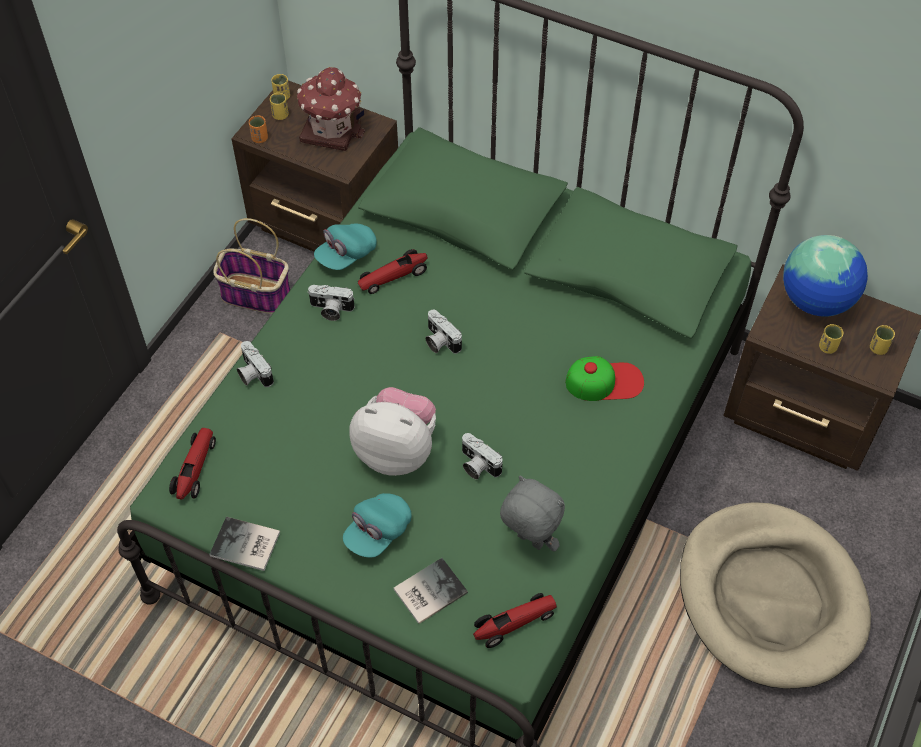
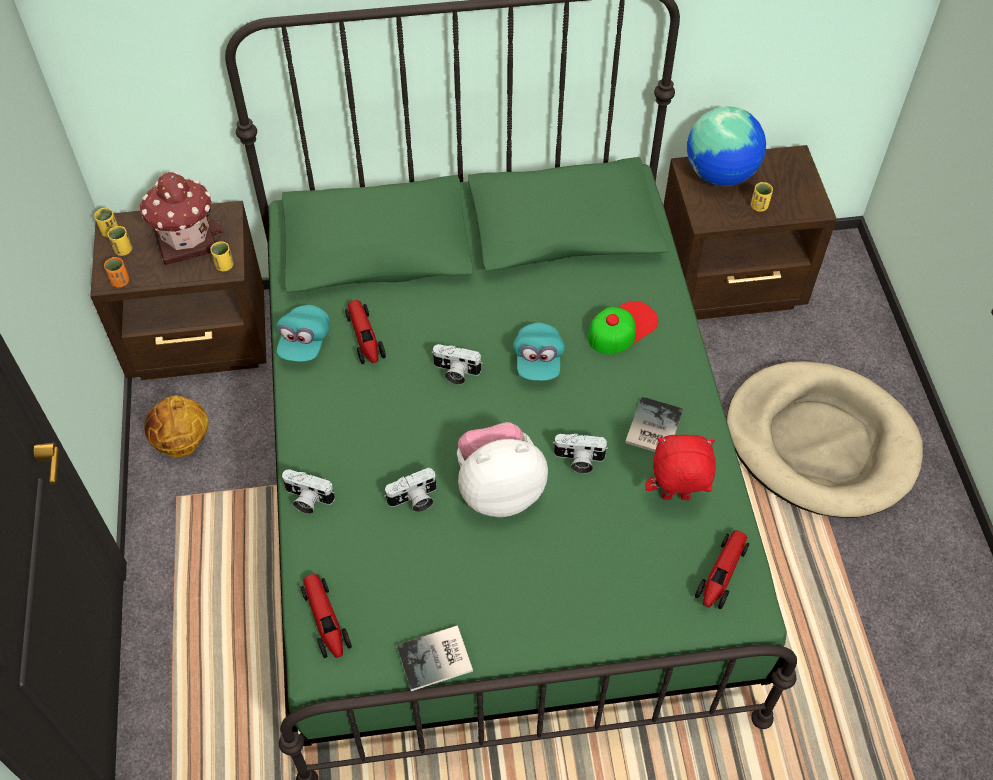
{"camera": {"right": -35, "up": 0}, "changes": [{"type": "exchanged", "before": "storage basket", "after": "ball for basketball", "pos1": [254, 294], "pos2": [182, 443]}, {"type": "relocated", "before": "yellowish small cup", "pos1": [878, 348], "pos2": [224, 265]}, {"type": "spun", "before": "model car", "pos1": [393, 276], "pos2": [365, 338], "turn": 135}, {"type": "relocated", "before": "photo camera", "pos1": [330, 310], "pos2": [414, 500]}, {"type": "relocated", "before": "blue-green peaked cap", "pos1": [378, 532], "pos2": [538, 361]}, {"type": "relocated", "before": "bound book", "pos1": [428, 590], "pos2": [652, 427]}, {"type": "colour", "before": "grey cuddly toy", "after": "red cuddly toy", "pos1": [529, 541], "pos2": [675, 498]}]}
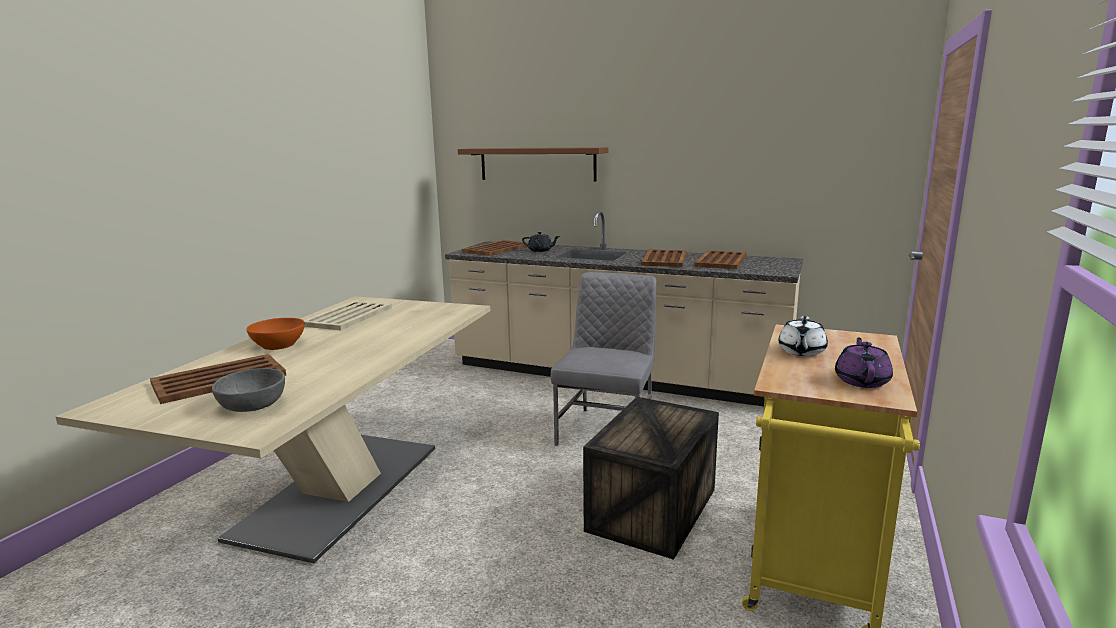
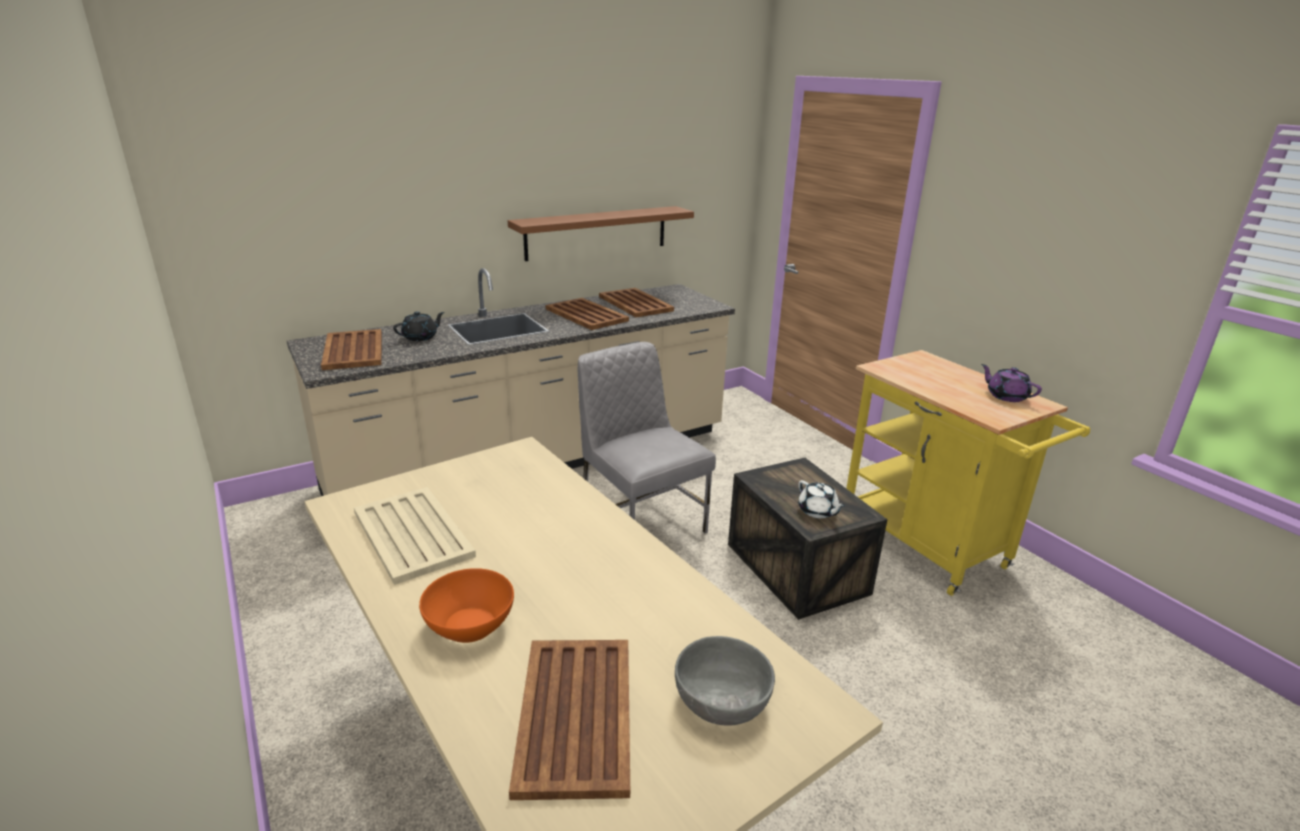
{"camera": {"right": -55, "up": 10}, "changes": [{"type": "relocated", "before": "brown-coloured shelf", "pos1": [537, 164], "pos2": [597, 233]}, {"type": "relocated", "before": "whitish teapot", "pos1": [801, 352], "pos2": [818, 511]}]}
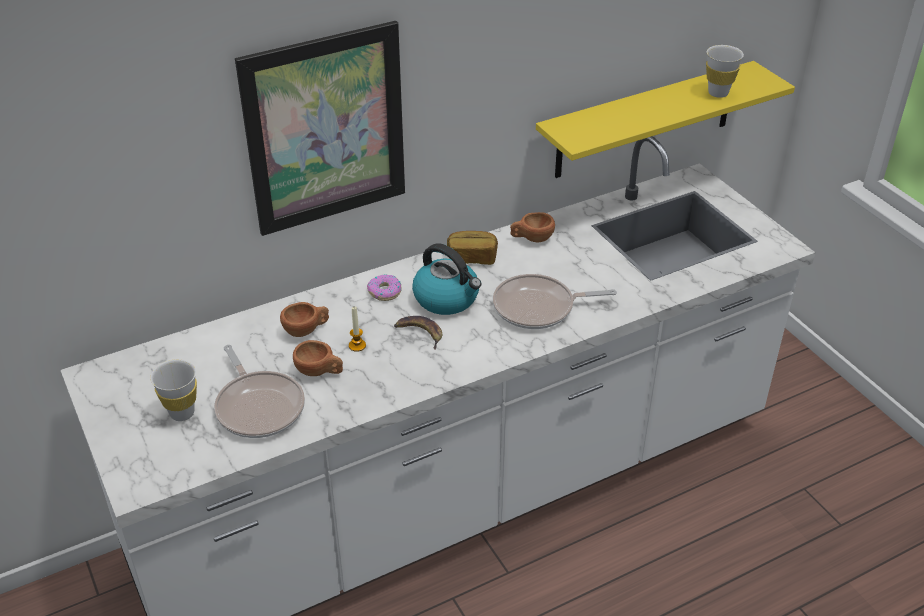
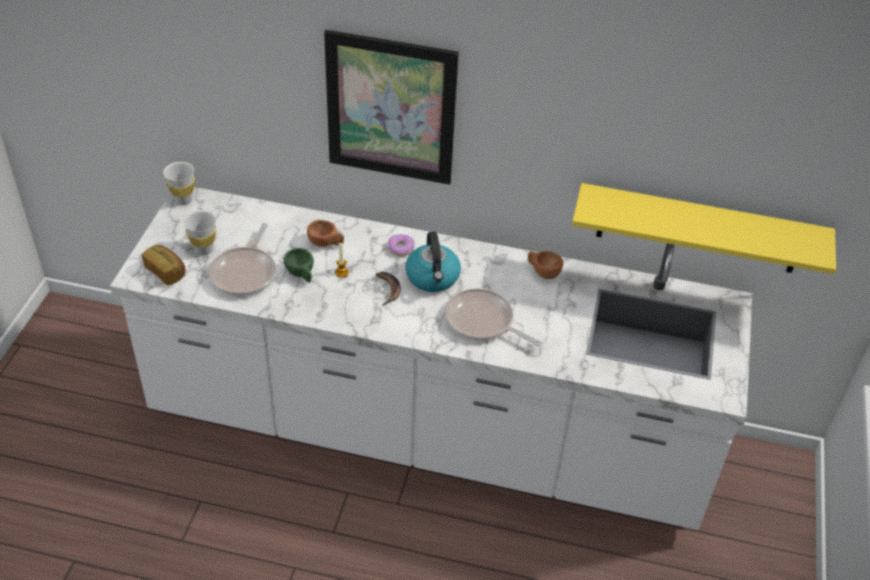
{"camera": {"right": 40, "up": 5}, "changes": [{"type": "relocated", "before": "bakery bread", "pos1": [472, 257], "pos2": [166, 272]}, {"type": "relocated", "before": "whitish small cup", "pos1": [718, 93], "pos2": [183, 200]}, {"type": "colour", "before": "brown-coloured small cup", "after": "green small cup", "pos1": [319, 371], "pos2": [301, 274]}]}
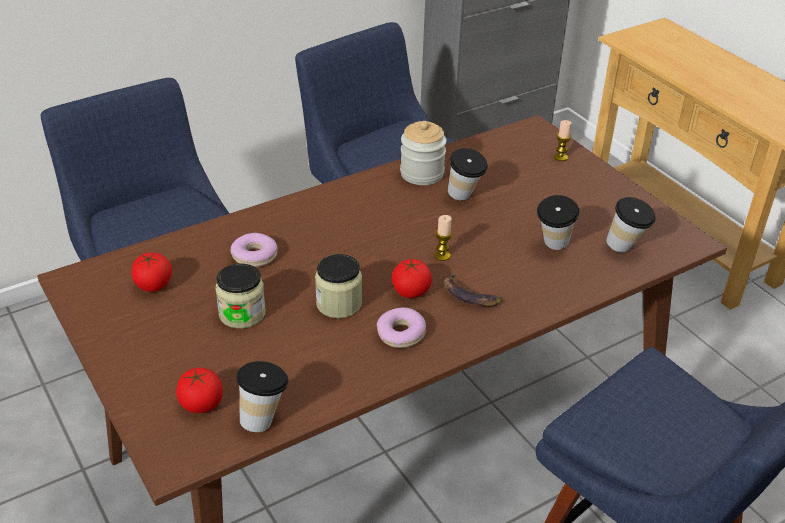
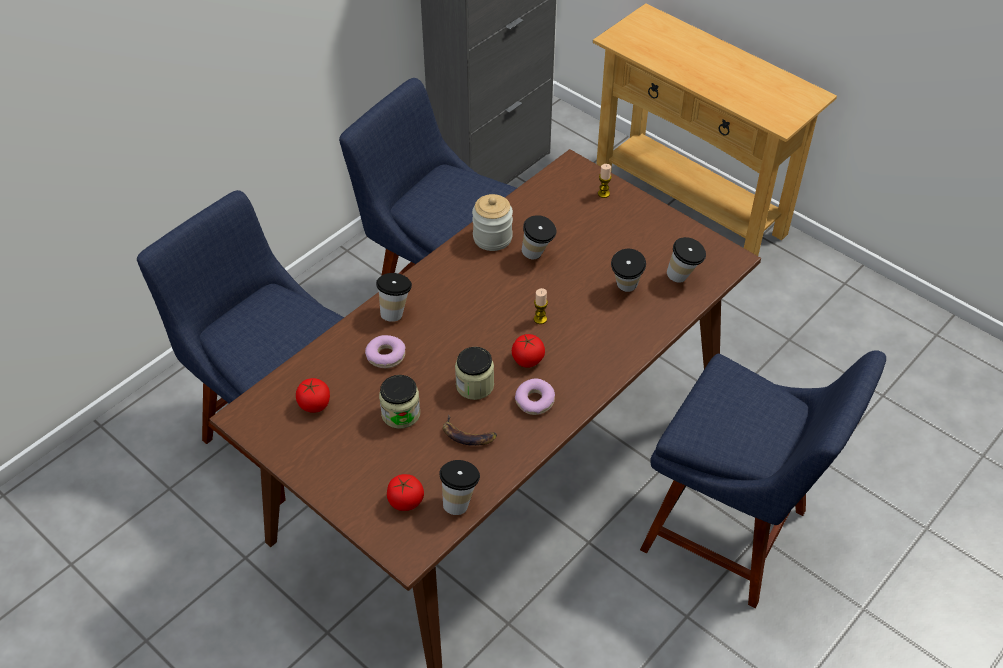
{"camera": {"right": -15, "up": 10}, "changes": [{"type": "appeared", "after": "small cup", "pos2": [395, 311]}, {"type": "relocated", "before": "banana fruit", "pos1": [470, 295], "pos2": [468, 435]}]}
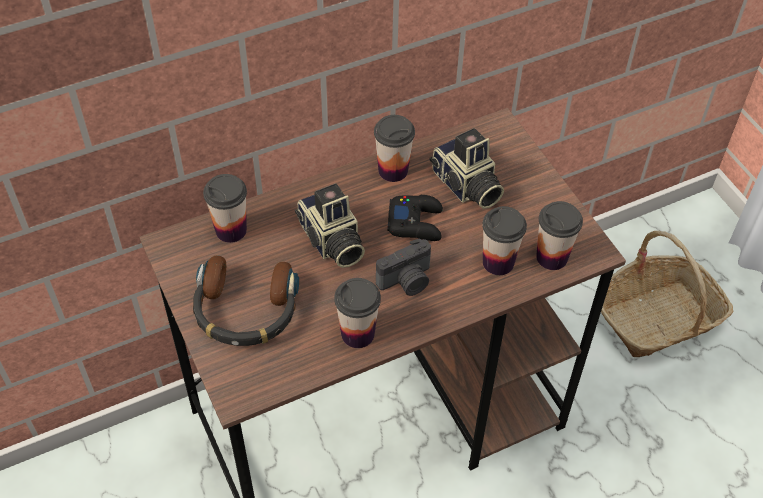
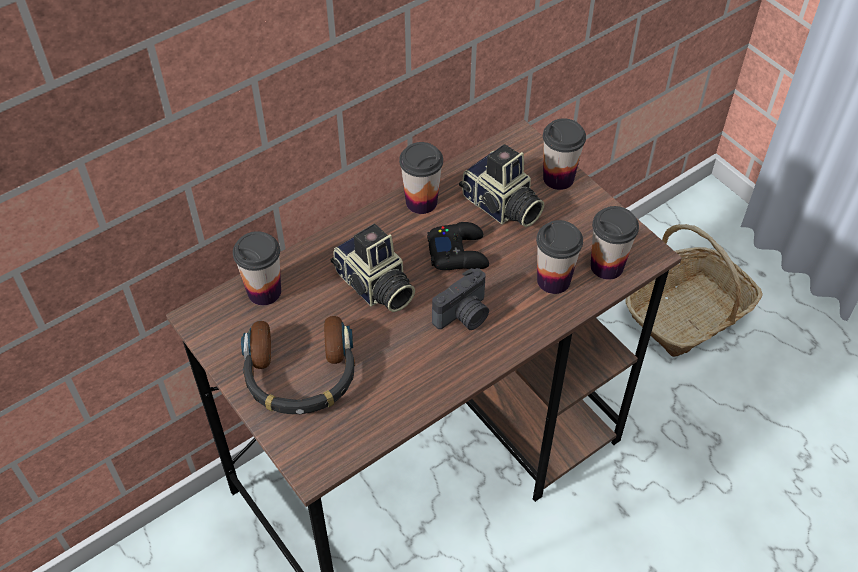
{"camera": {"right": -10, "up": 0}, "changes": [{"type": "relocated", "before": "small cup", "pos1": [357, 334], "pos2": [558, 178]}]}
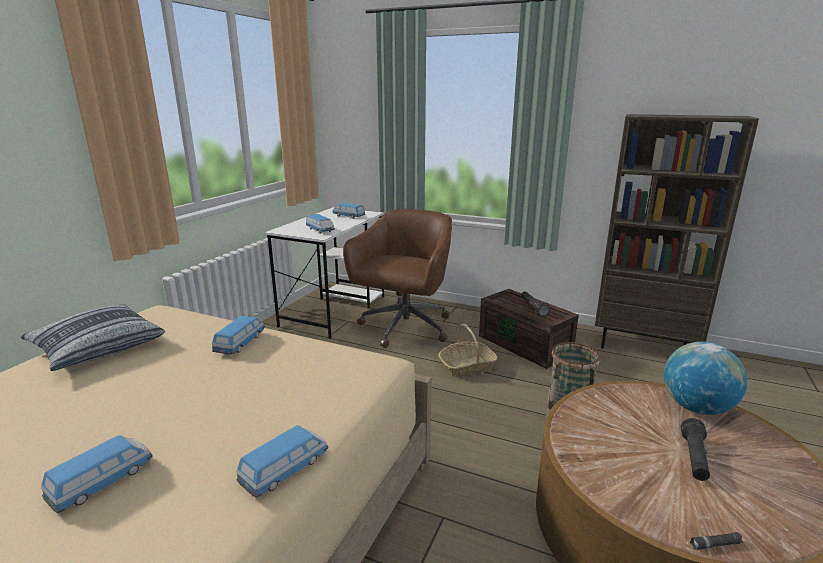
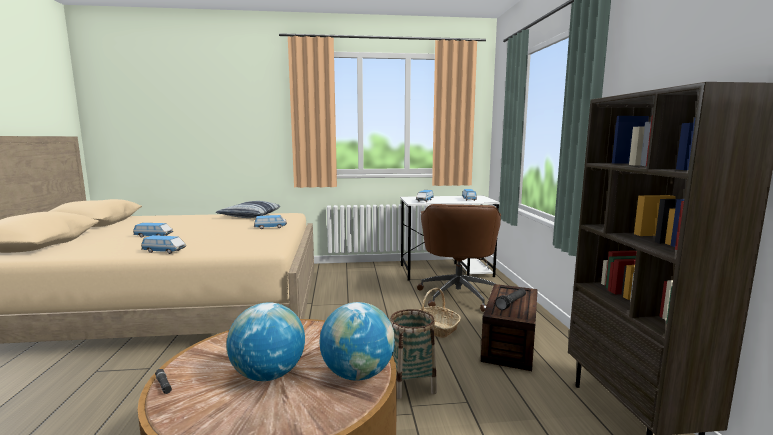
{"camera": {"right": 60, "up": -10}, "changes": [{"type": "exchanged", "before": "black torch", "after": "globe", "pos1": [694, 458], "pos2": [268, 374]}, {"type": "spun", "before": "brown-coloured desk chair", "pos1": [404, 328], "pos2": [458, 295], "turn": 105}]}
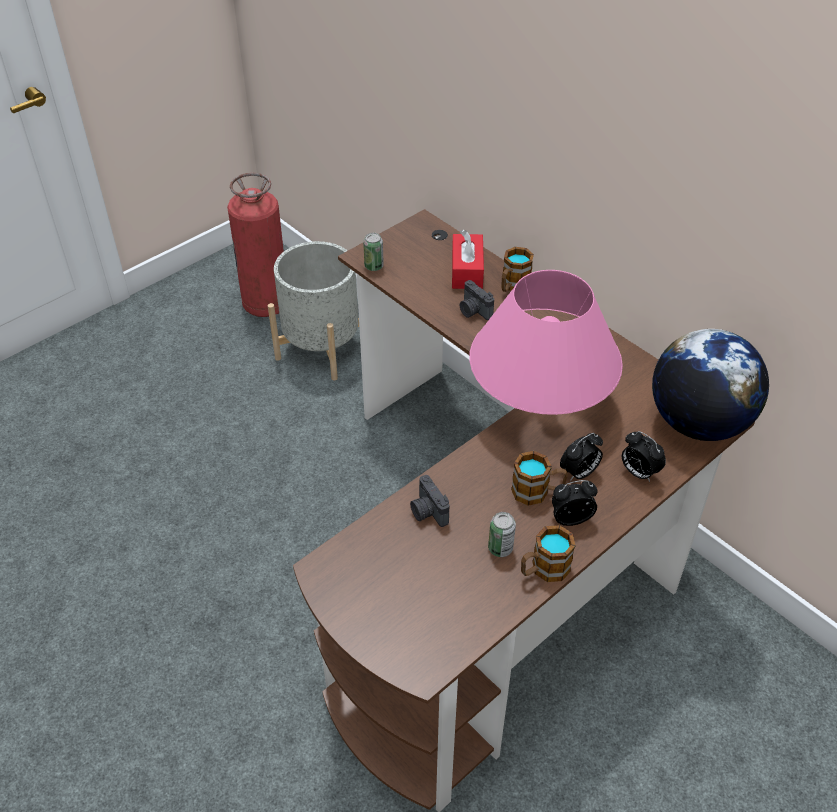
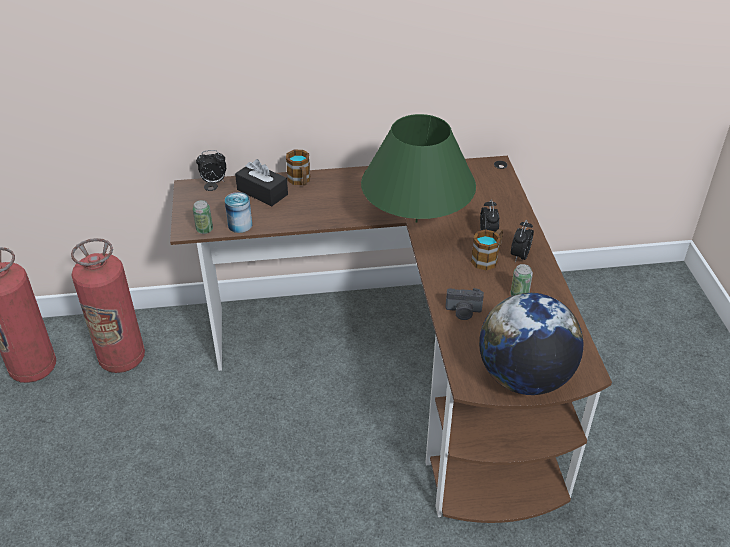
{"camera": {"right": -55, "up": -5}, "changes": [{"type": "exchanged", "before": "grey plant pot", "after": "fire-fighting cylinder", "pos1": [322, 348], "pos2": [122, 358]}, {"type": "relocated", "before": "alarm clock", "pos1": [638, 472], "pos2": [213, 182]}, {"type": "appeared", "after": "metal can", "pos2": [240, 225]}, {"type": "colour", "before": "red tissue box", "after": "black tissue box", "pos1": [467, 271], "pos2": [262, 192]}, {"type": "colour", "before": "pink table lamp", "after": "green table lamp", "pos1": [540, 403], "pos2": [417, 222]}, {"type": "relocated", "before": "globe", "pos1": [698, 422], "pos2": [524, 377]}, {"type": "missing", "before": "photo camera", "pos1": [473, 311]}, {"type": "missing", "before": "mug", "pos1": [543, 569]}]}
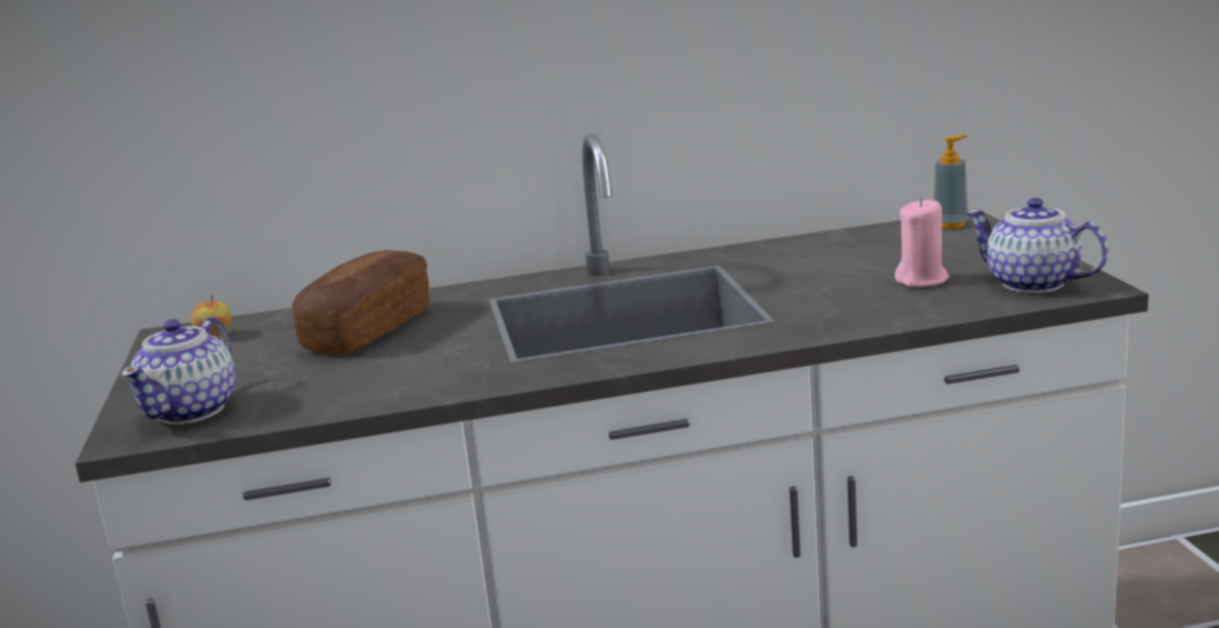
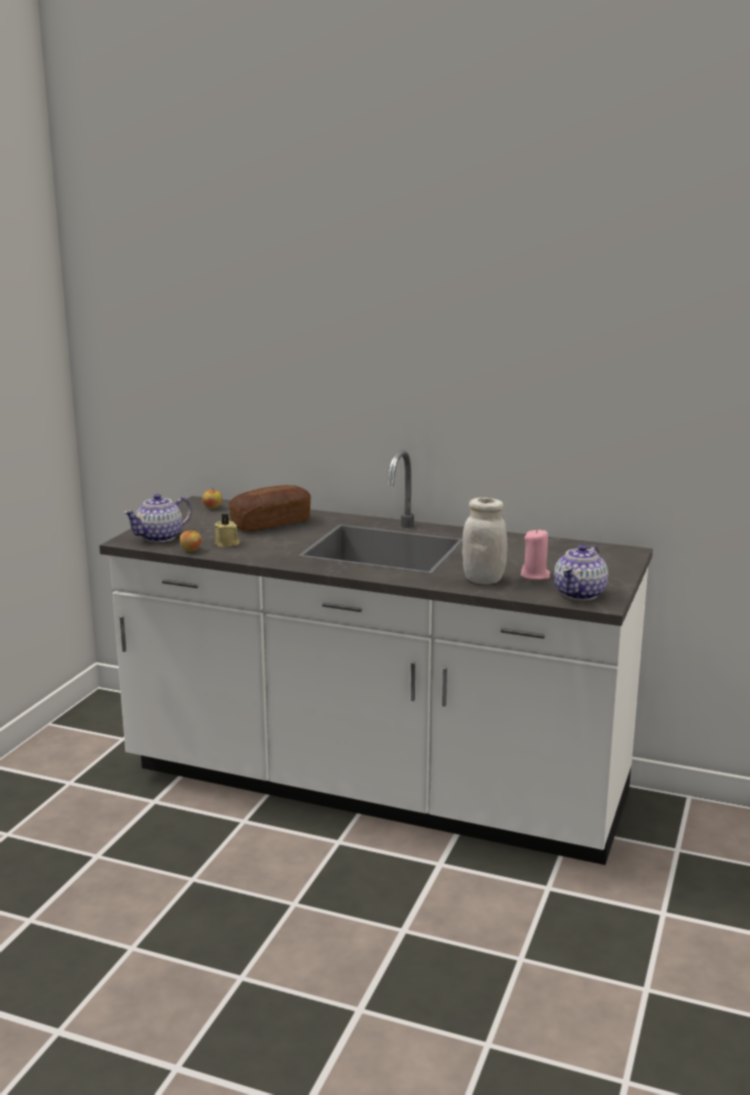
{"camera": {"right": 30, "up": 0}, "changes": [{"type": "appeared", "after": "whole apple", "pos2": [191, 550]}, {"type": "appeared", "after": "beige wax light", "pos2": [227, 544]}, {"type": "appeared", "after": "whitish preserve jar", "pos2": [483, 580]}, {"type": "spun", "before": "teapot", "pos1": [1033, 284], "pos2": [580, 594], "turn": -135}, {"type": "missing", "before": "soap dispenser", "pos1": [950, 225]}]}
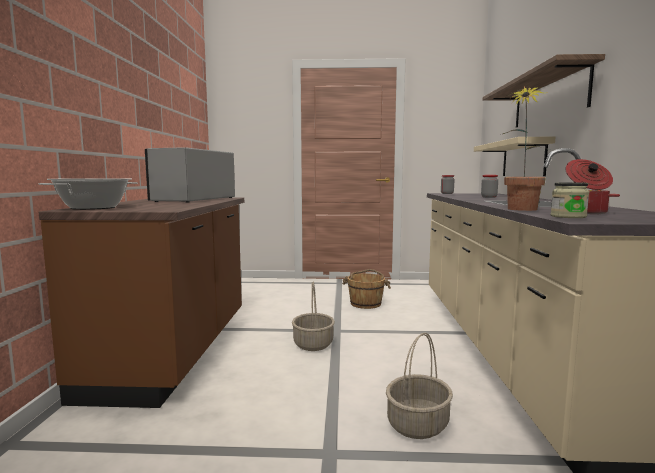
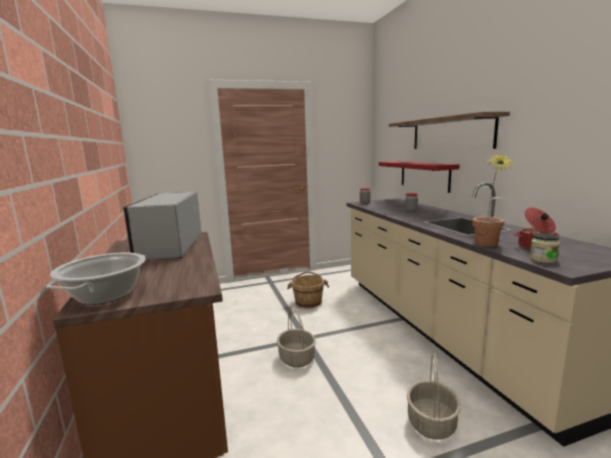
{"camera": {"right": -20, "up": 5}, "changes": [{"type": "colour", "before": "beige shelf", "after": "red shelf", "pos1": [523, 159], "pos2": [424, 175]}]}
